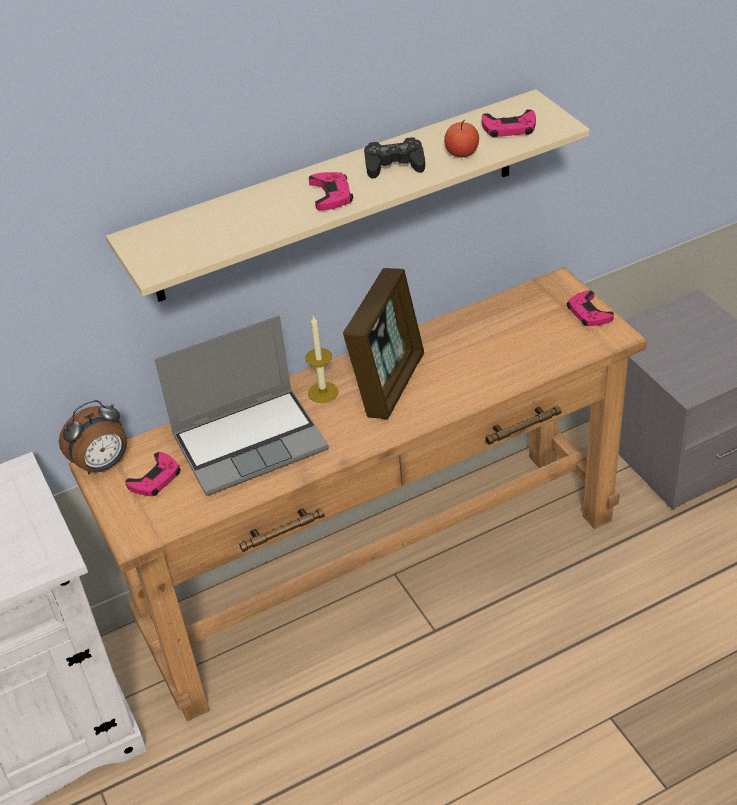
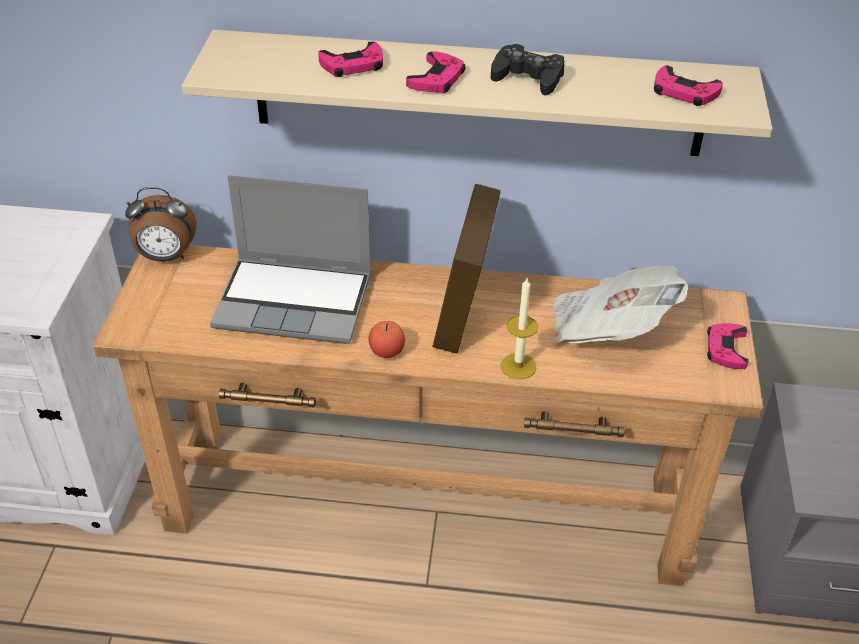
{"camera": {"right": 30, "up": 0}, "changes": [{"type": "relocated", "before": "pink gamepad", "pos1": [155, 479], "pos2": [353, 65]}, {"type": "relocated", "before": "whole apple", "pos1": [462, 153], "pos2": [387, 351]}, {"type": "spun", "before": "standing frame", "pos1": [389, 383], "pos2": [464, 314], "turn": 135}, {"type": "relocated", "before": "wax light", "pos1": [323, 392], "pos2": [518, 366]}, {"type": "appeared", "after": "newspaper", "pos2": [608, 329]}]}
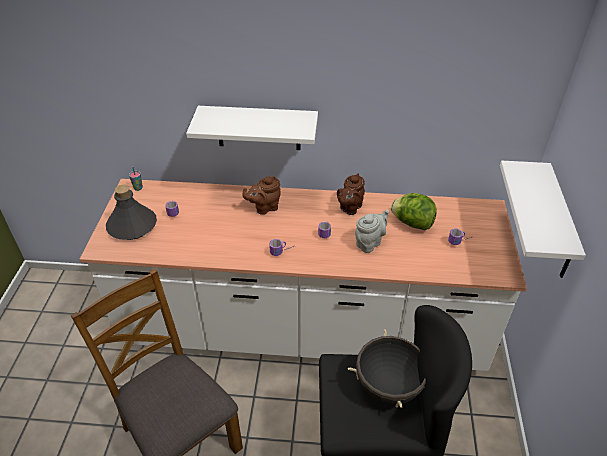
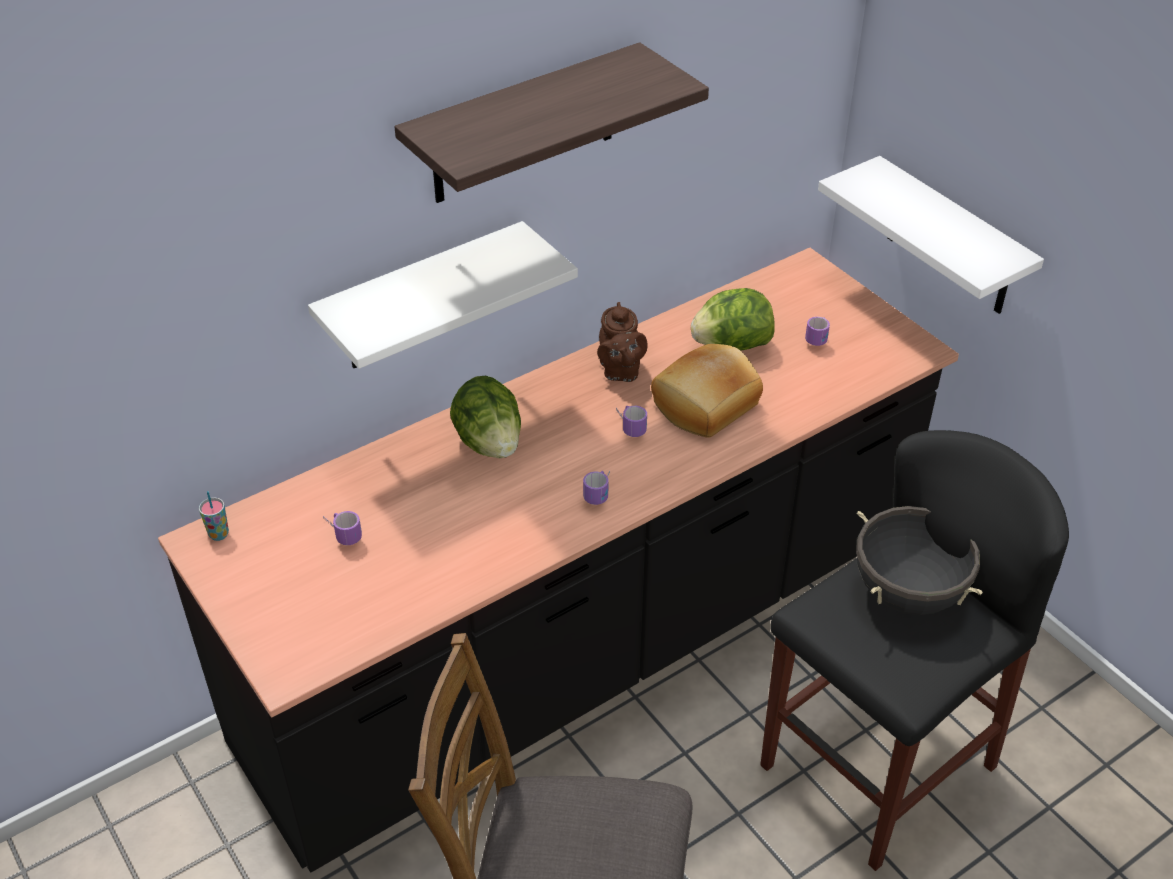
{"camera": {"right": -40, "up": 0}, "changes": [{"type": "colour", "before": "whitish counter", "after": "black counter", "pos1": [303, 329], "pos2": [586, 643]}, {"type": "appeared", "after": "shelf", "pos2": [523, 126]}, {"type": "exchanged", "before": "brown-coloured teapot", "after": "lettuce head", "pos1": [264, 208], "pos2": [489, 443]}, {"type": "exchanged", "before": "grey teapot", "after": "bakery bread", "pos1": [369, 243], "pos2": [707, 406]}, {"type": "missing", "before": "grey drink bottle", "pos1": [132, 226]}]}
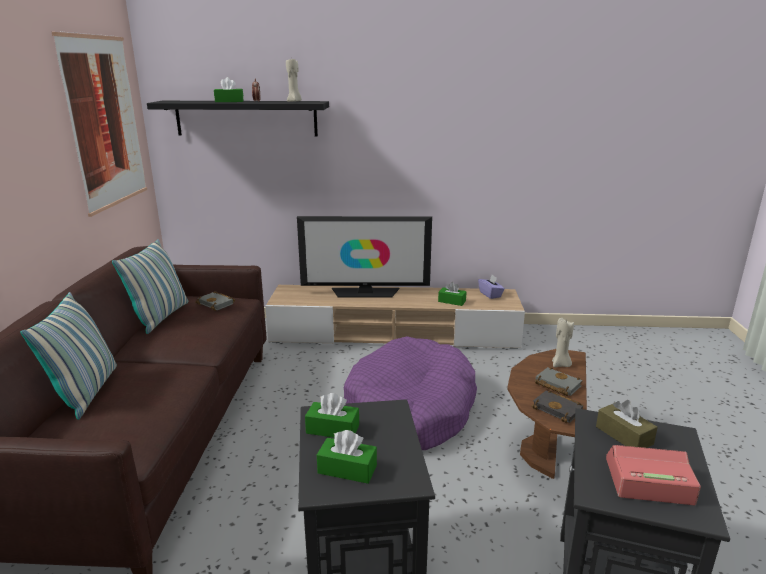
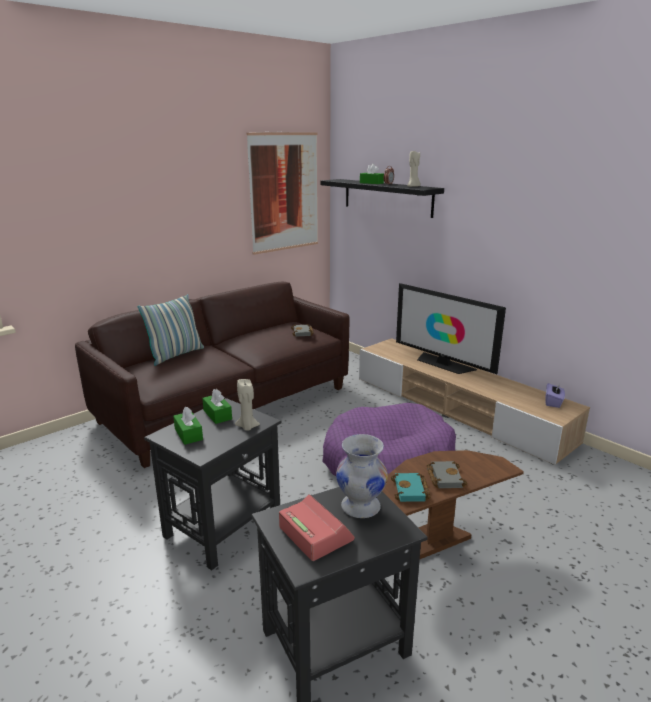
{"camera": {"right": 45, "up": 0}, "changes": [{"type": "relocated", "before": "beige wax light", "pos1": [560, 365], "pos2": [247, 427]}, {"type": "exchanged", "before": "brown-coloured tissue box", "after": "whitish flower vase", "pos1": [624, 435], "pos2": [361, 507]}, {"type": "colour", "before": "black bound book", "after": "blue-green bound book", "pos1": [559, 409], "pos2": [411, 491]}, {"type": "missing", "before": "cushion", "pos1": [160, 317]}, {"type": "missing", "before": "green tissue box", "pos1": [452, 301]}]}
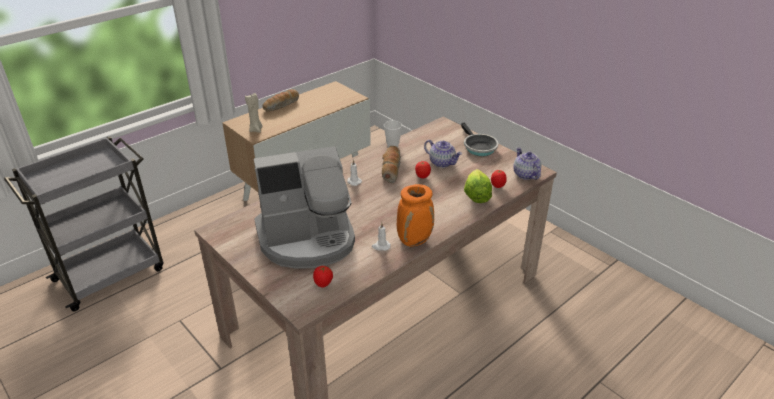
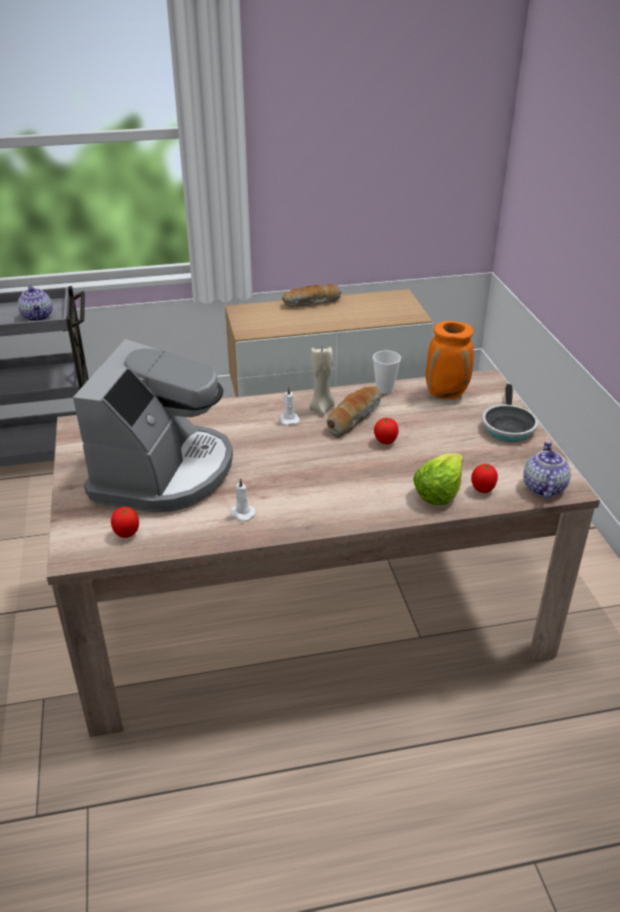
{"camera": {"right": 30, "up": 0}, "changes": [{"type": "relocated", "before": "teapot", "pos1": [442, 163], "pos2": [38, 316]}, {"type": "spun", "before": "coffee brewer", "pos1": [307, 239], "pos2": [164, 472], "turn": -90}, {"type": "relocated", "before": "beige wax light", "pos1": [256, 130], "pos2": [322, 408]}, {"type": "relocated", "before": "orange-coloured flower vase", "pos1": [414, 240], "pos2": [447, 393]}]}
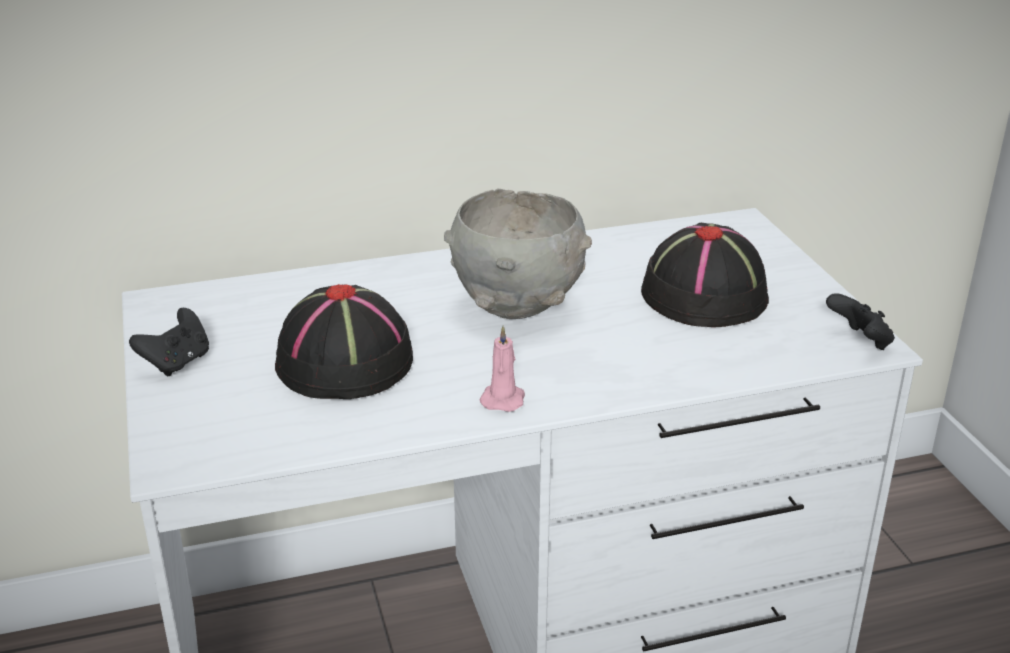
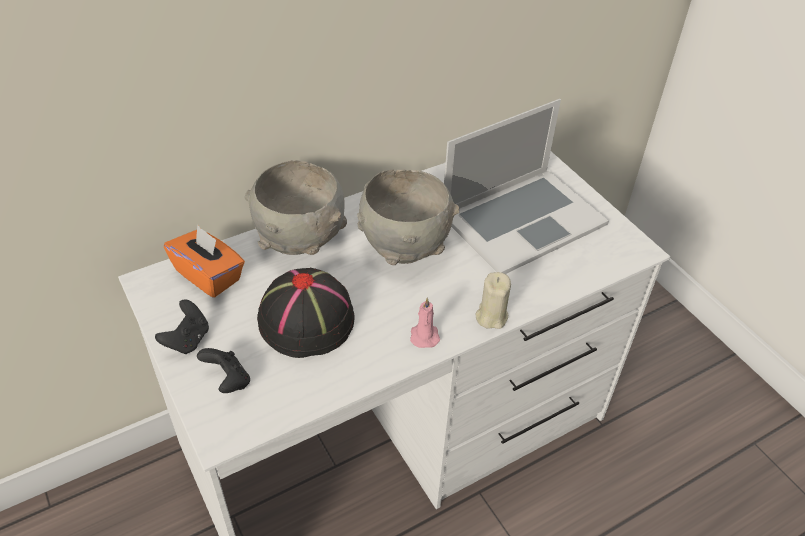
{"camera": {"right": -15, "up": 15}, "changes": [{"type": "appeared", "after": "orange-coloured tissue box", "pos2": [209, 275]}, {"type": "relocated", "before": "black gamepad", "pos1": [859, 342], "pos2": [228, 381]}, {"type": "appeared", "after": "grey serving bowl", "pos2": [300, 240]}, {"type": "exchanged", "before": "black clothing hat", "after": "notebook computer", "pos1": [704, 294], "pos2": [522, 219]}, {"type": "appeared", "after": "beige wax light", "pos2": [491, 316]}]}
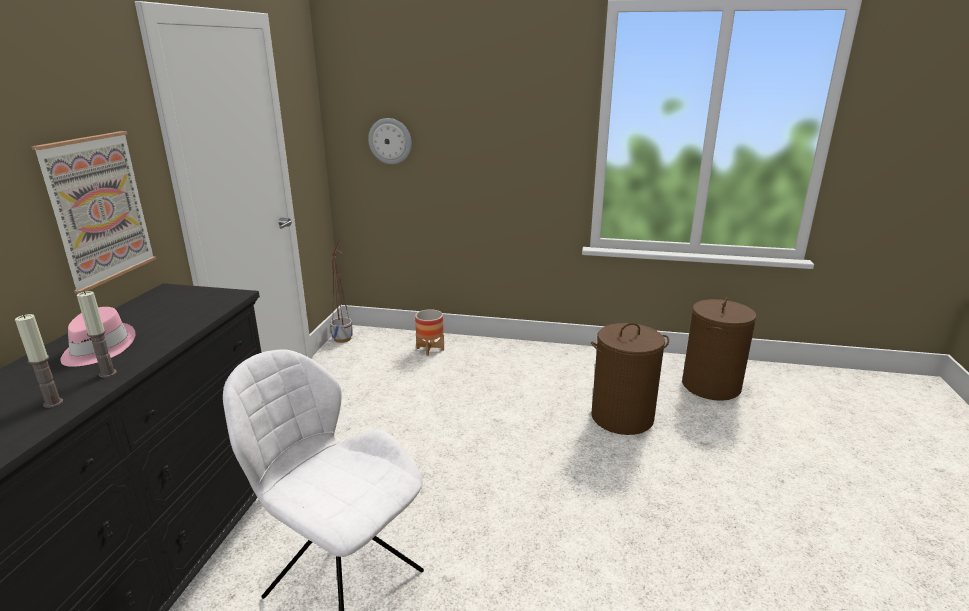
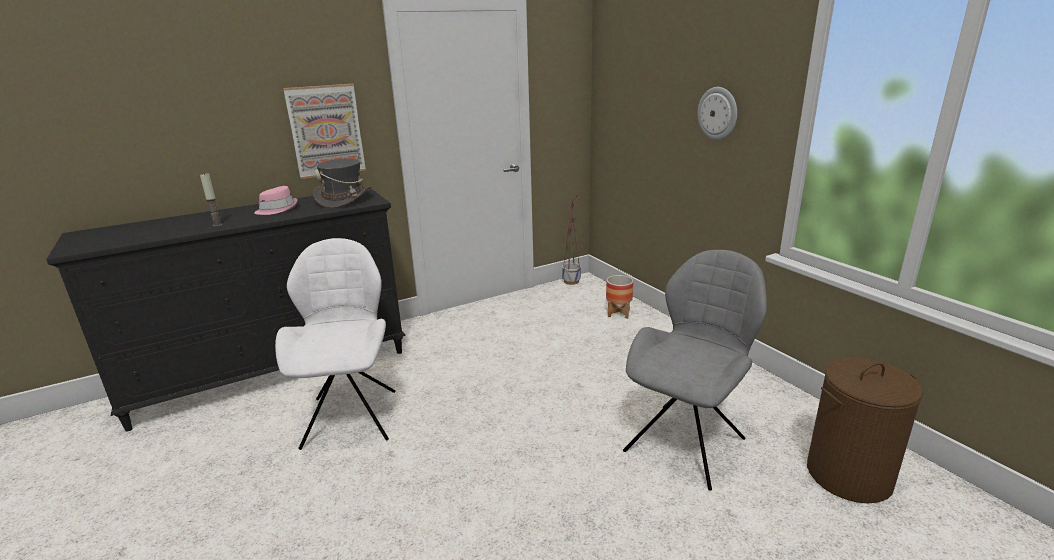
{"camera": {"right": 50, "up": 0}, "changes": [{"type": "appeared", "after": "grey clothing hat", "pos2": [344, 199]}, {"type": "exchanged", "before": "brown-coloured washing basket", "after": "grey plain chair", "pos1": [622, 417], "pos2": [687, 442]}, {"type": "relocated", "before": "hanging clock", "pos1": [390, 141], "pos2": [718, 113]}, {"type": "missing", "before": "wax light", "pos1": [108, 373]}]}
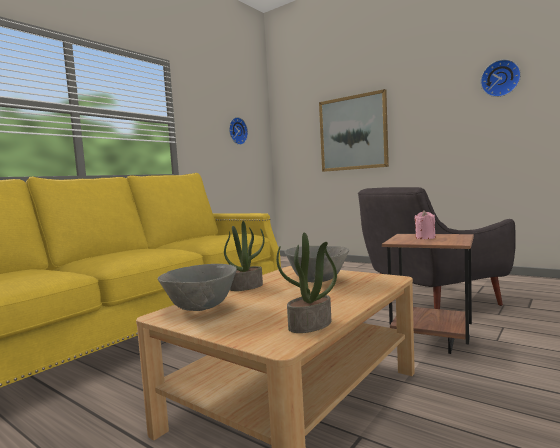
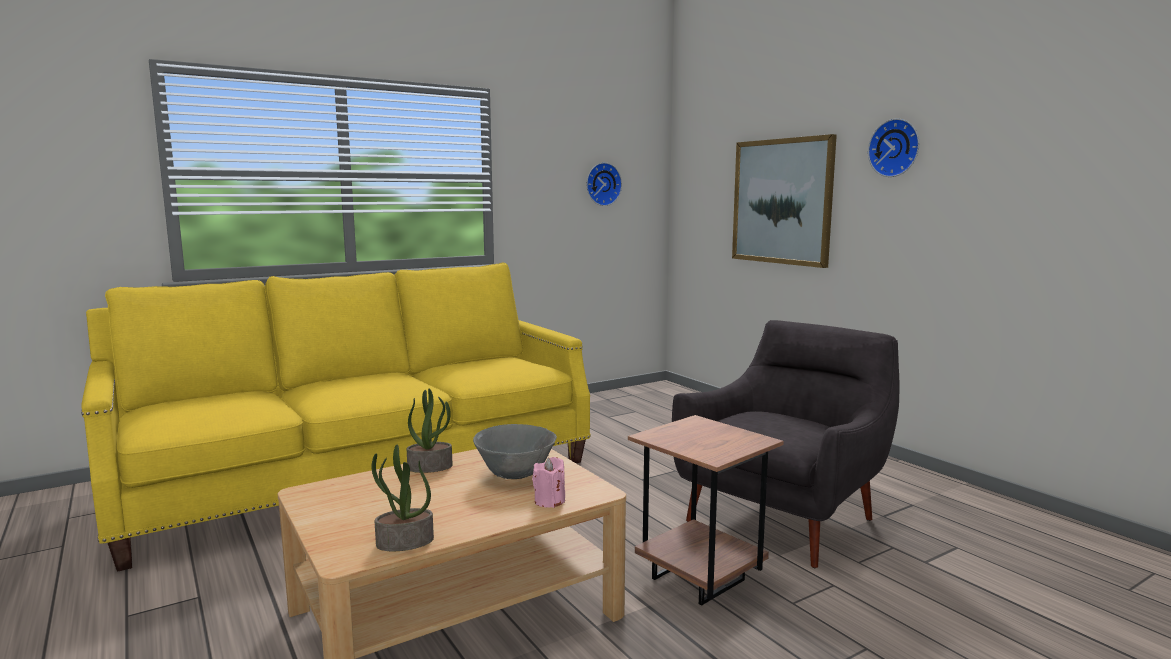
{"camera": {"right": 20, "up": 5}, "changes": [{"type": "relocated", "before": "pink wax light", "pos1": [425, 238], "pos2": [549, 501]}, {"type": "spun", "before": "grey lounge chair", "pos1": [430, 302], "pos2": [784, 517], "turn": 135}, {"type": "relocated", "before": "hanging clock", "pos1": [500, 78], "pos2": [895, 148]}, {"type": "missing", "before": "grey serving bowl", "pos1": [201, 308]}]}
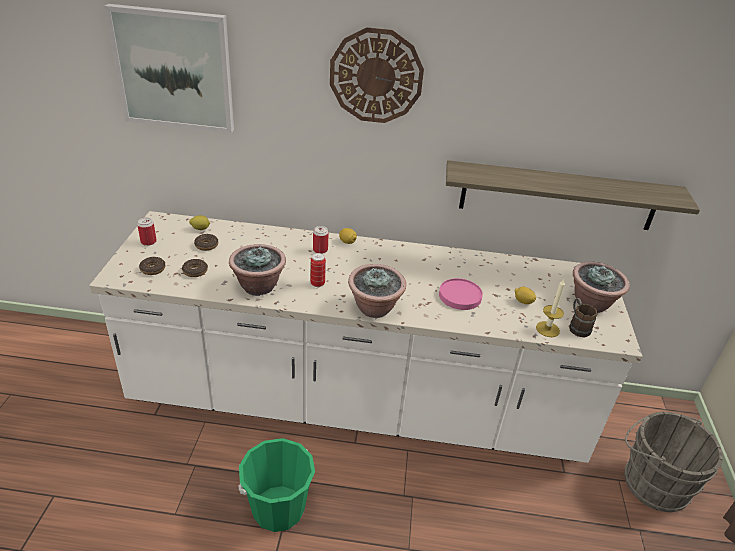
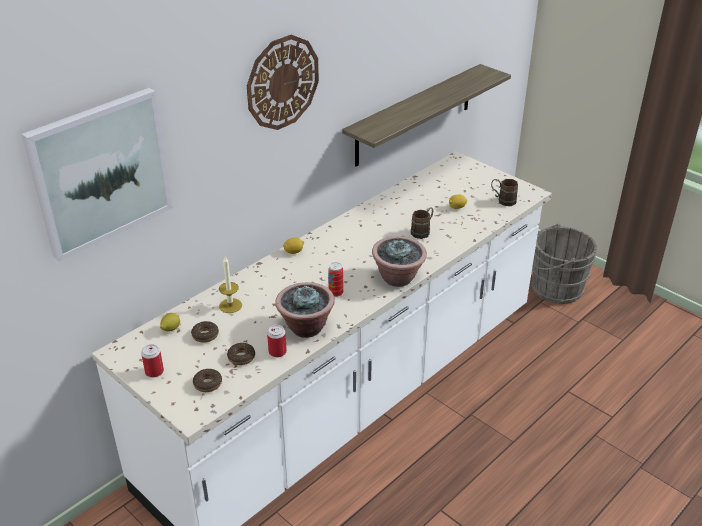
{"camera": {"right": -50, "up": 0}, "changes": [{"type": "relocated", "before": "wax light", "pos1": [547, 329], "pos2": [230, 305]}, {"type": "relocated", "before": "metal can", "pos1": [320, 250], "pos2": [277, 352]}, {"type": "exchanged", "before": "pink plate", "after": "brown-coloured mug", "pos1": [459, 296], "pos2": [423, 231]}, {"type": "missing", "before": "green water bucket", "pos1": [278, 508]}, {"type": "missing", "before": "plant in a pot", "pos1": [591, 304]}]}
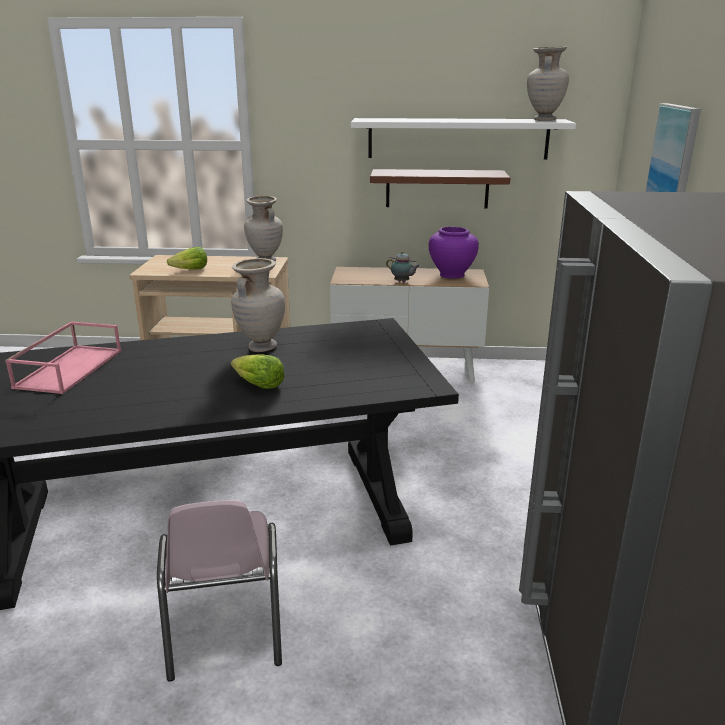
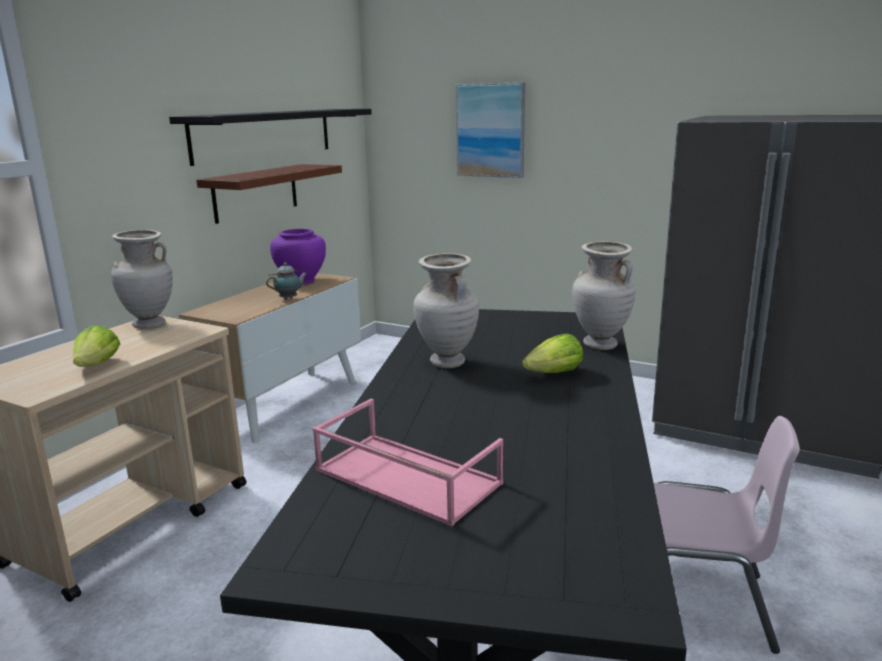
{"camera": {"right": -65, "up": -5}, "changes": [{"type": "colour", "before": "whitish shelf", "after": "black shelf", "pos1": [458, 138], "pos2": [264, 134]}, {"type": "relocated", "before": "beige flower vase", "pos1": [543, 120], "pos2": [600, 345]}]}
